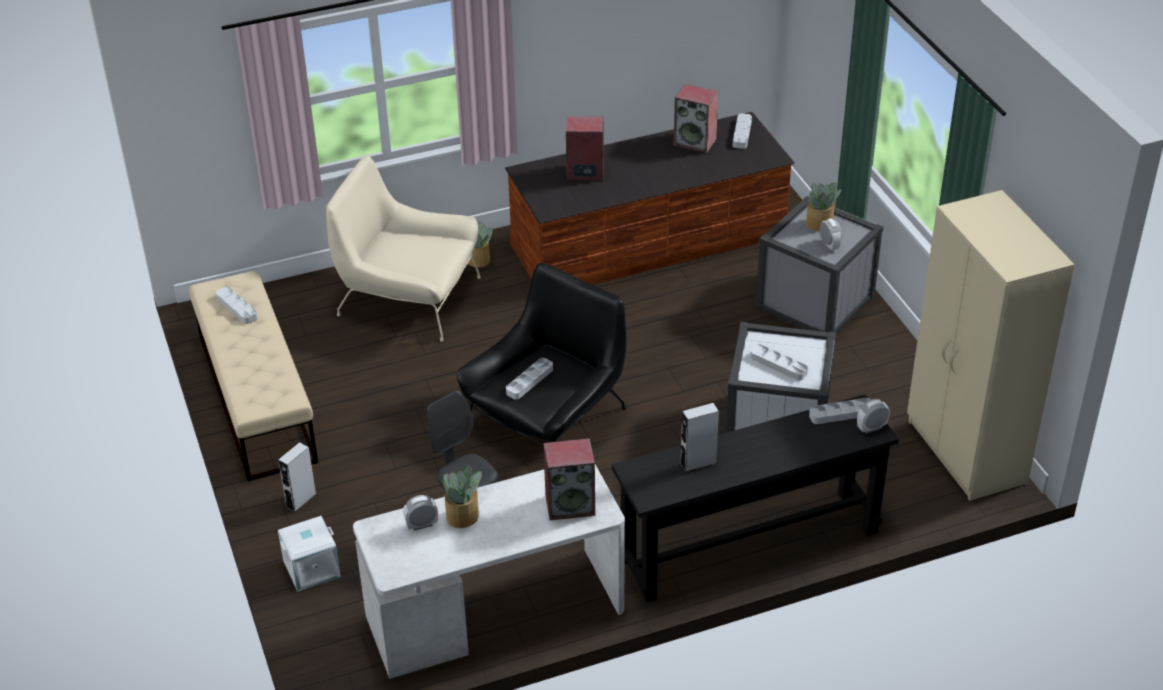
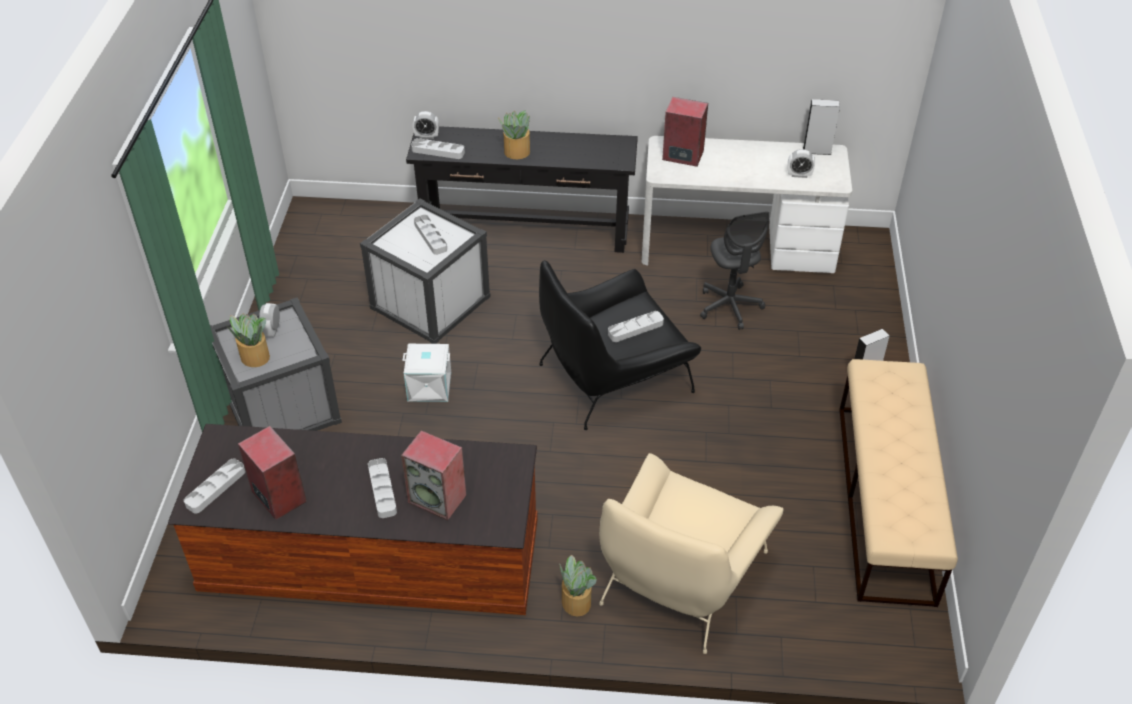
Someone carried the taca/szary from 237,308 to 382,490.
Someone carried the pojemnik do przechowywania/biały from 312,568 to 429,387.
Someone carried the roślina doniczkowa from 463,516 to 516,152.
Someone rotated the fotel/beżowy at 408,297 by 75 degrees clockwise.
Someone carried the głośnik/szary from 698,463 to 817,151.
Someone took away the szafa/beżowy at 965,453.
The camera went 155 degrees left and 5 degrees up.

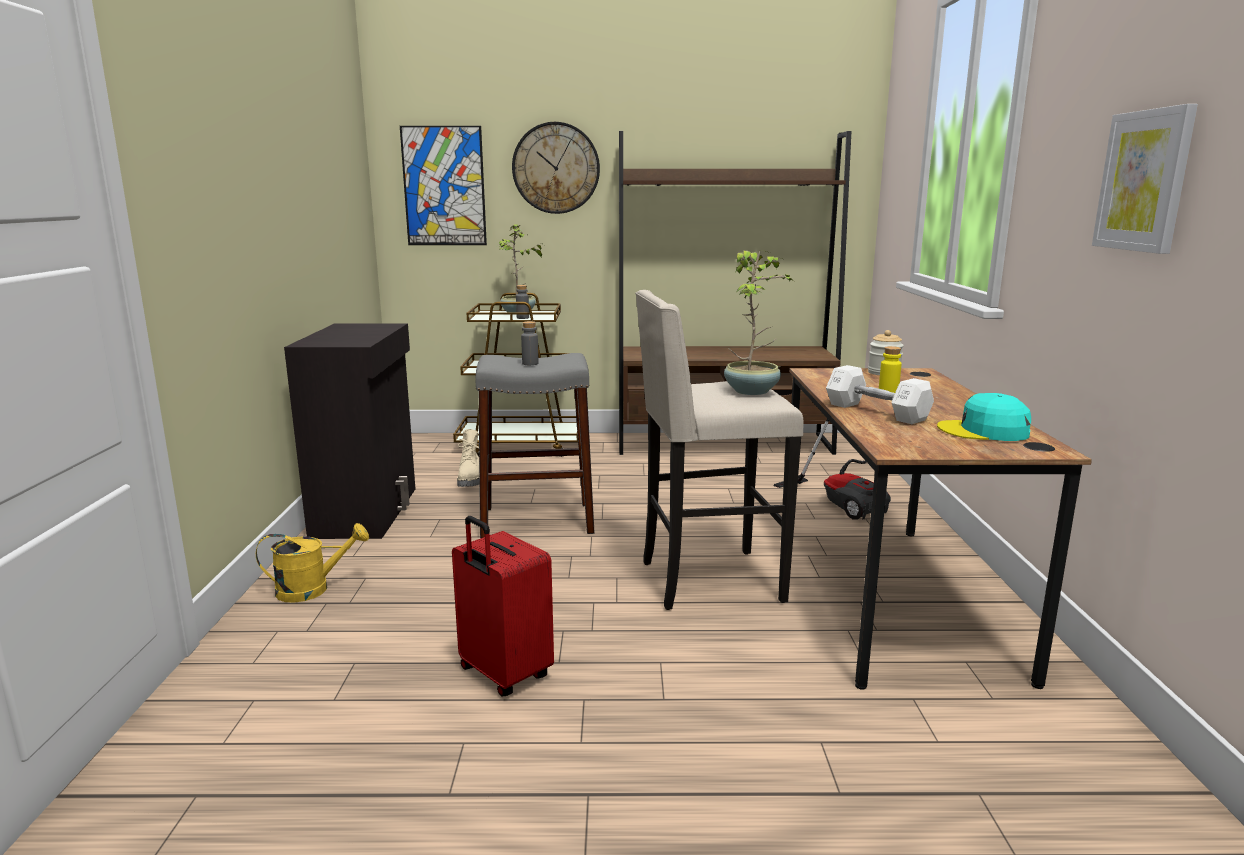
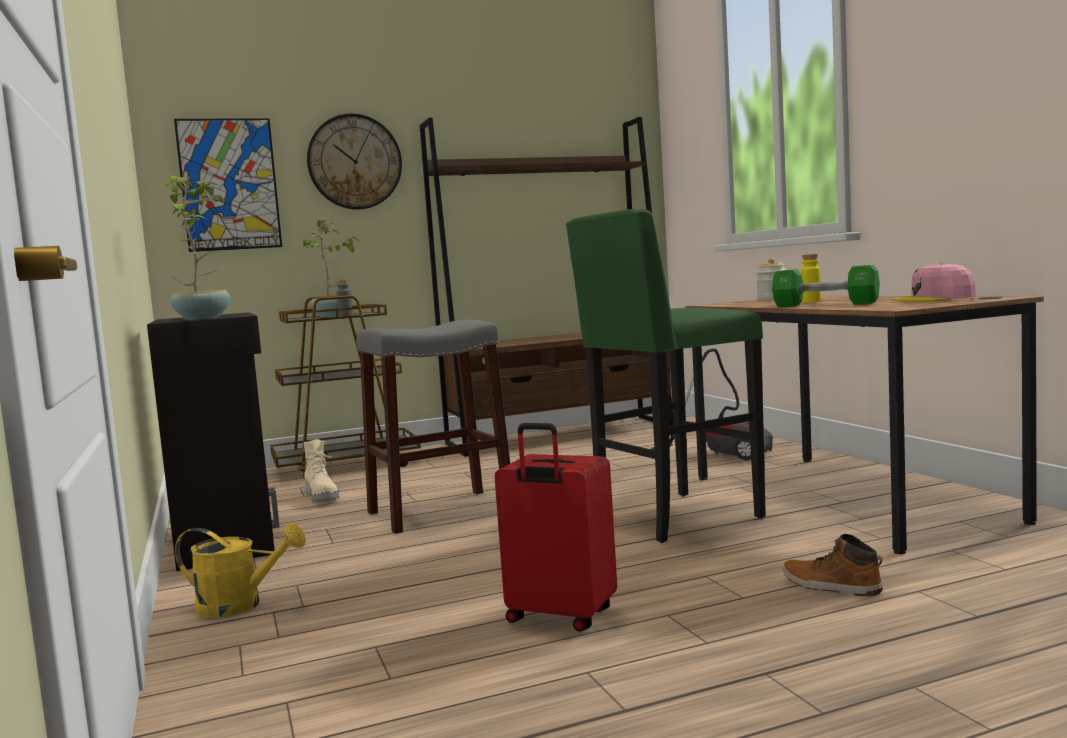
Someone carried the roślina doniczkowa from 752,391 to 204,318.
Someone rotated the konewka/żółty at 312,589 by 45 degrees clockwise.
Someone repainted the stołek/beżowy at 707,581, which became the stołek/zielony at 673,518.
Someone repainted the hantel/biały at 876,412, which became the hantel/zielony at 825,304.
Someone put down the but z cholewką at 830,586.
Someone repainted the czapka z daszkiem/turkusowy at 984,431, which became the czapka z daszkiem/różowy at 934,299.
Someone took away the butelka/szary at 530,363.
Someone took away the obraz at 1144,181.
The camera went 20 degrees left and 10 degrees down.

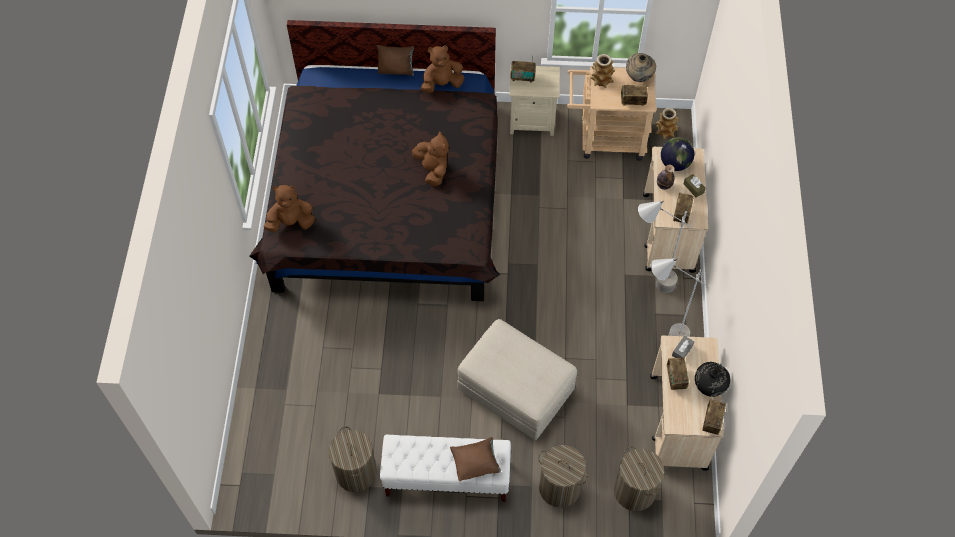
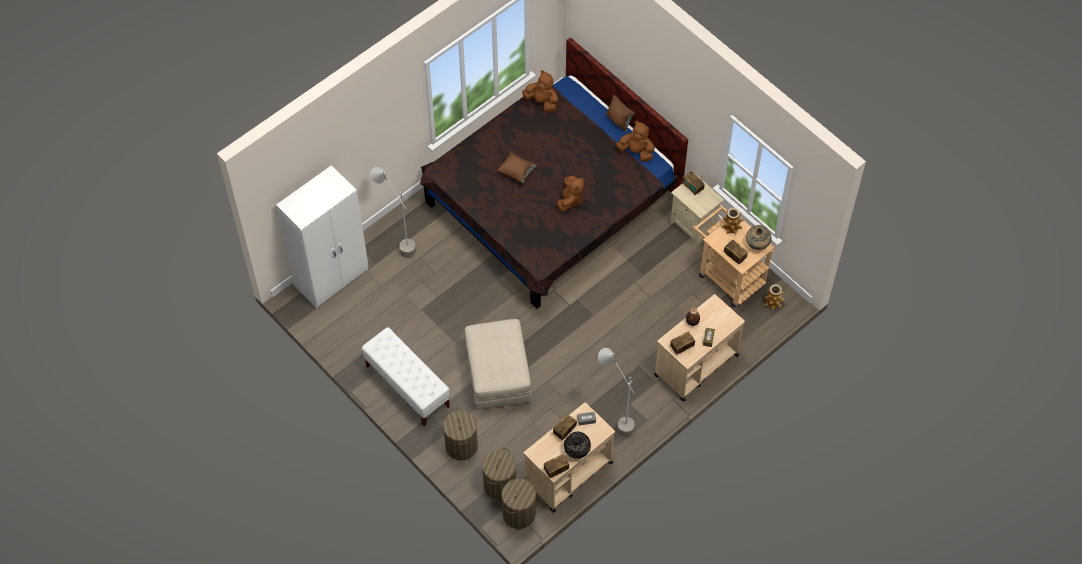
Someone put down the szafa/biały at 332,278.
Someone carried the lampa stojąca/szary from 649,285 to 397,243.
Someone carried the poduszka/brązowy from 475,463 to 517,172.
Someone carried the kosz na pranie from 356,472 to 519,513.
Someone carried the pluszak/brązowy from 291,222 to 542,102.
Someone took away the globus at 675,163.
The camera went 45 degrees right and 0 degrees up.

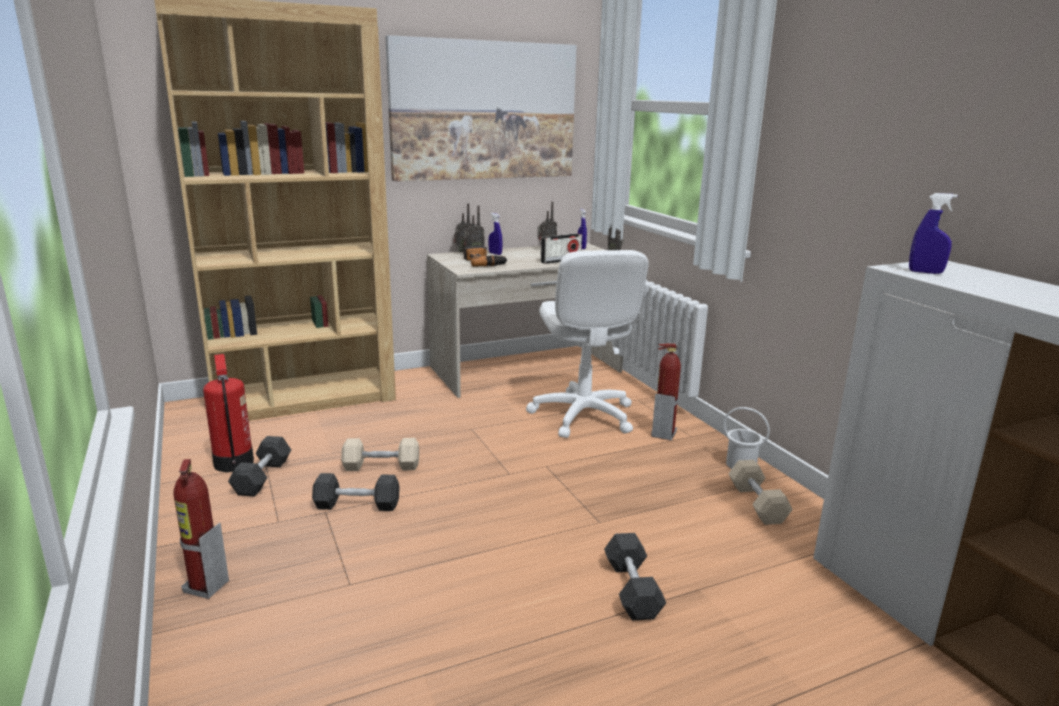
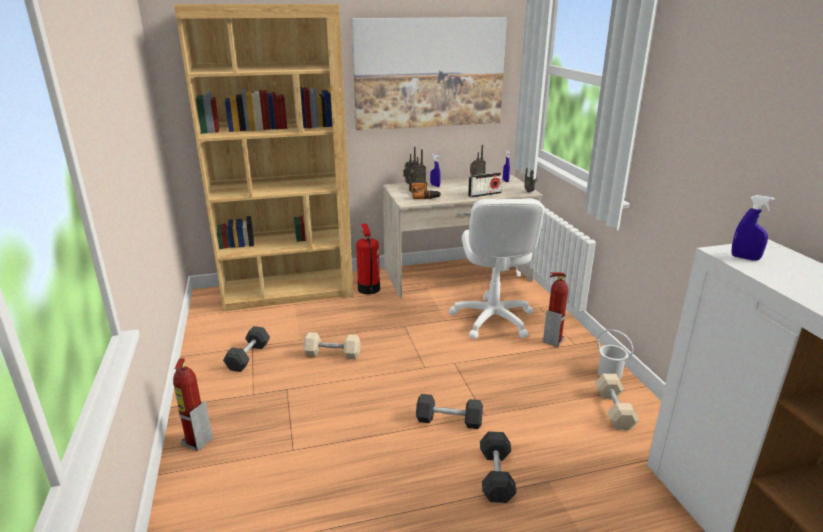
Someone carried the gaśnica from 234,462 to 368,289.
Someone carried the hantel/szary from 357,505 to 449,421.
The camera went 10 degrees right and 5 degrees up.

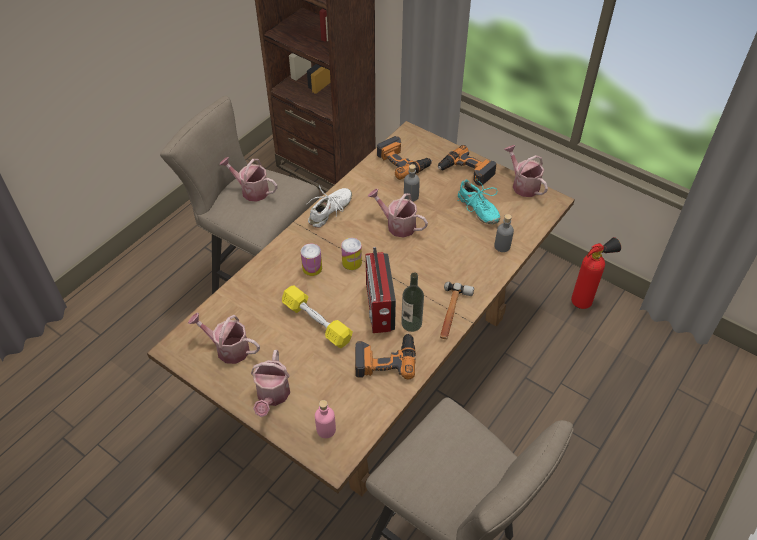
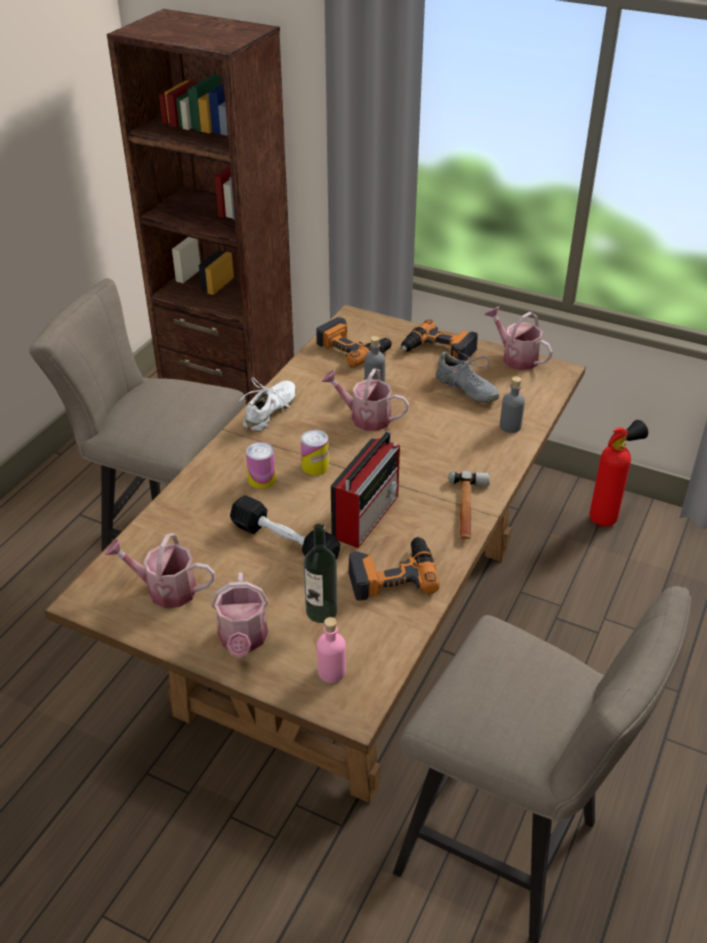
Someone repainted the hantel/żółty at 317,322, which became the hantel/czarny at 285,542.
Someone carried the butelka from 411,323 to 321,611.
Someone rotated the radio at 379,308 by 135 degrees counterclockwise.
Someone repainted the but/turkusowy at 478,209, which became the but/szary at 466,390.
Someone took away the konewka at 251,190.
The camera went 10 degrees left and 10 degrees down.

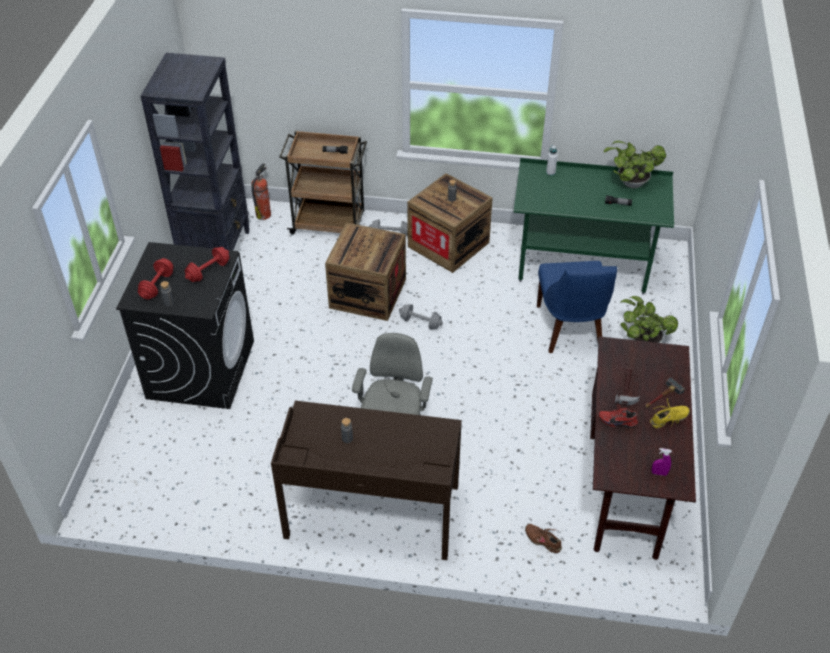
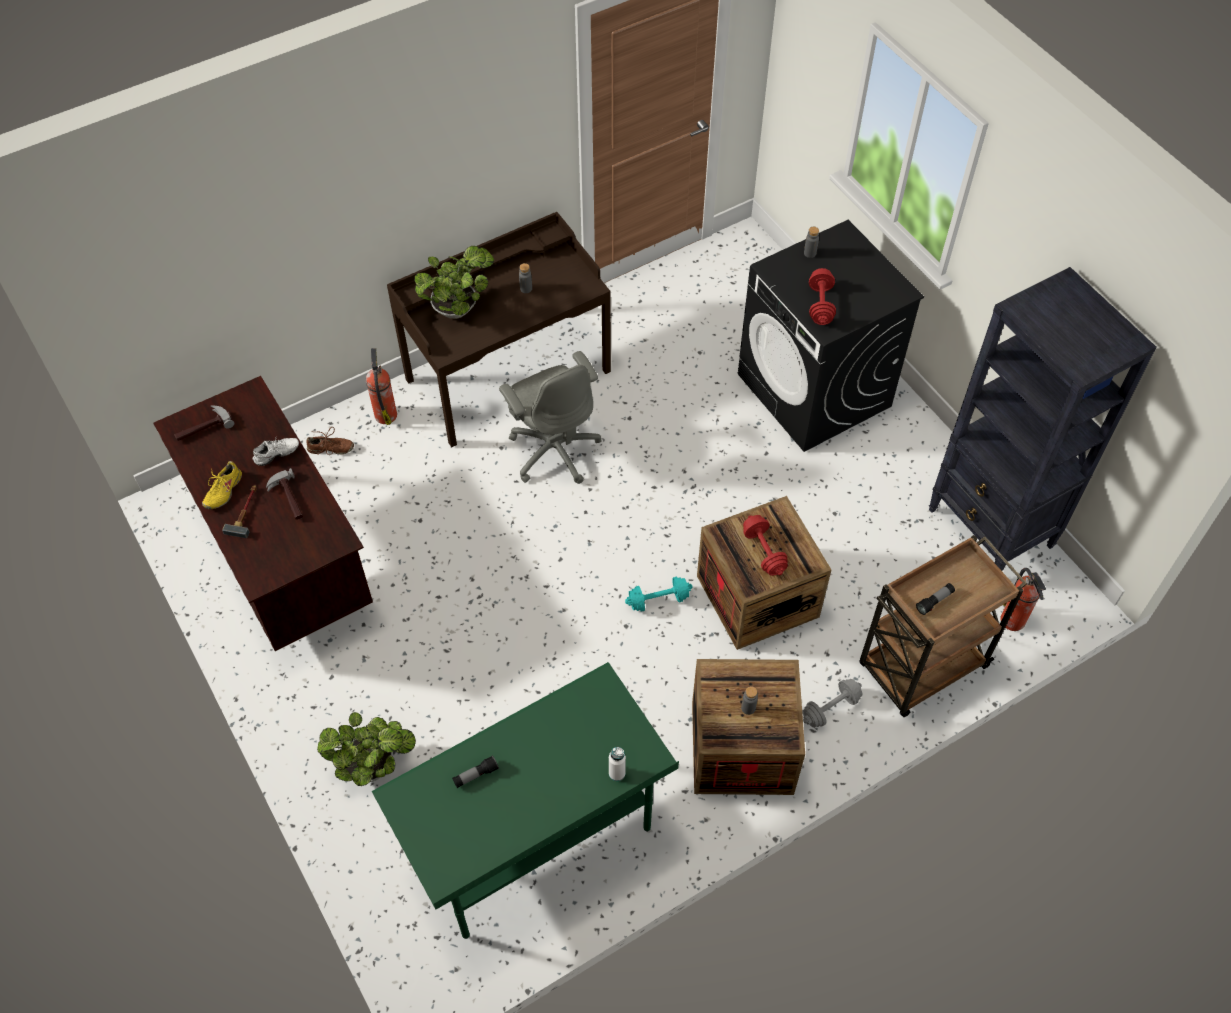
Someone swapped the spryskiwacz/fioletowy at 659,473 for the młotek at 203,427.
Someone repainted the but/czerwony at 617,420, which became the but/biały at 277,456.
Someone put down the gaśnica at 385,414.
Someone carried the roślina doniczkowa from 629,183 to 458,308.
Someone repainted the hantel/szary at 420,322, which became the hantel/turkusowy at 658,600.
Someone carried the hantel/czerwony from 157,286 to 763,552.
Someone took away the krzesło/niebieski at 570,330.
The camera went 140 degrees right and 10 degrees up.

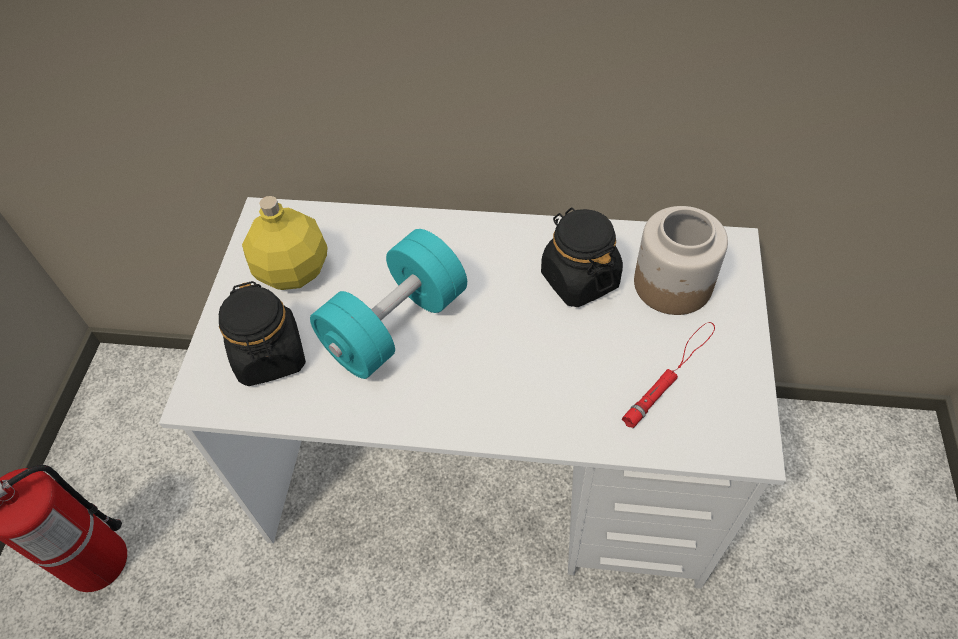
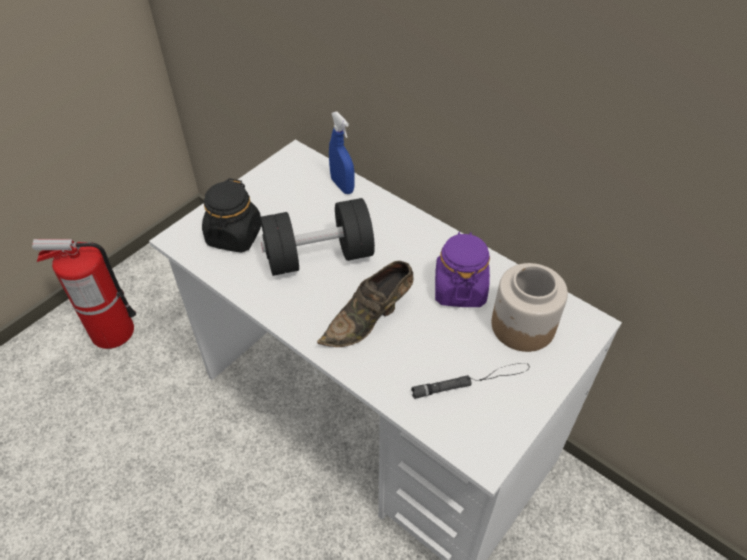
Someone repainted the hantel/turkusowy at 395,325, which became the hantel/czarny at 319,256.
Someone put down the but/brązowy at 370,320.
Someone put down the spryskiwacz/niebieski at 342,186.
Someone repainted the latarka/czerwony at 671,373, which became the latarka/czarny at 471,381.
Someone repainted the słoik/czarny at 579,279, which became the słoik/fioletowy at 459,289.
Someone took away the butelka/żółty at 293,270.
The camera went 30 degrees right and 5 degrees down.

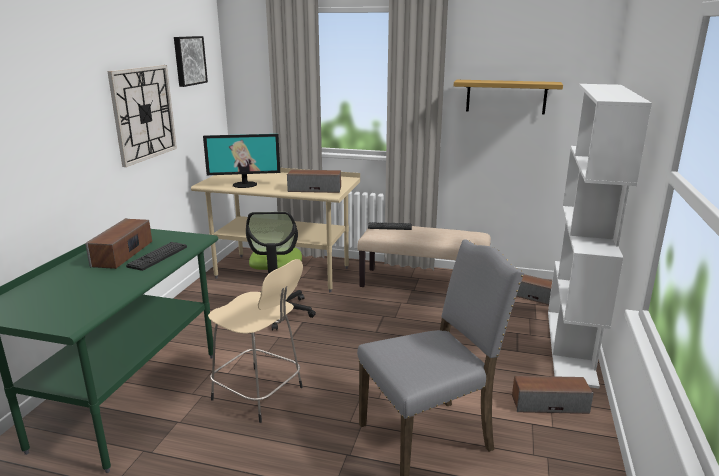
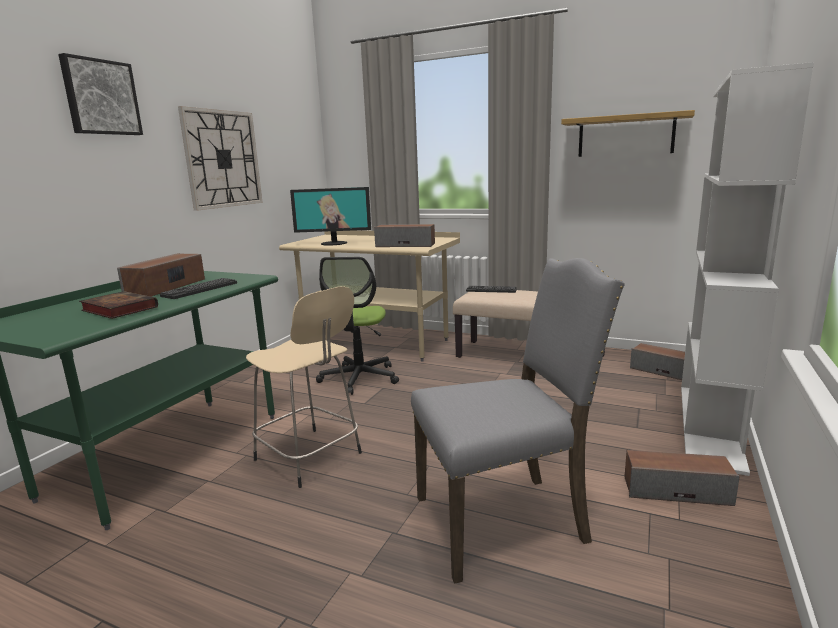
Someone carried the obraz from 189,60 to 100,97.
Someone put down the książka at 117,309.
The camera went 10 degrees right and 5 degrees down.

